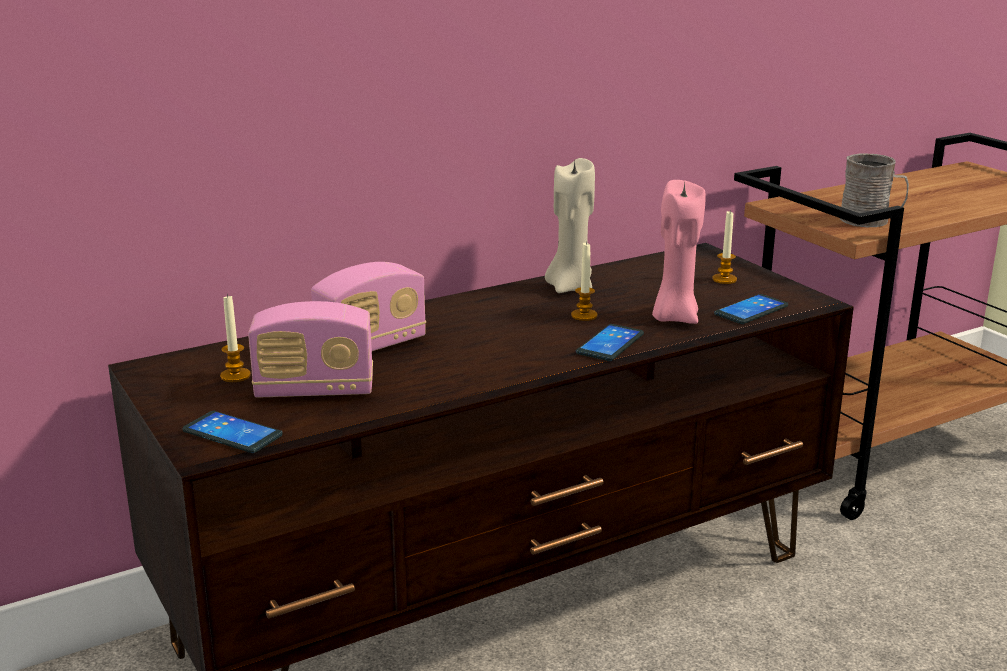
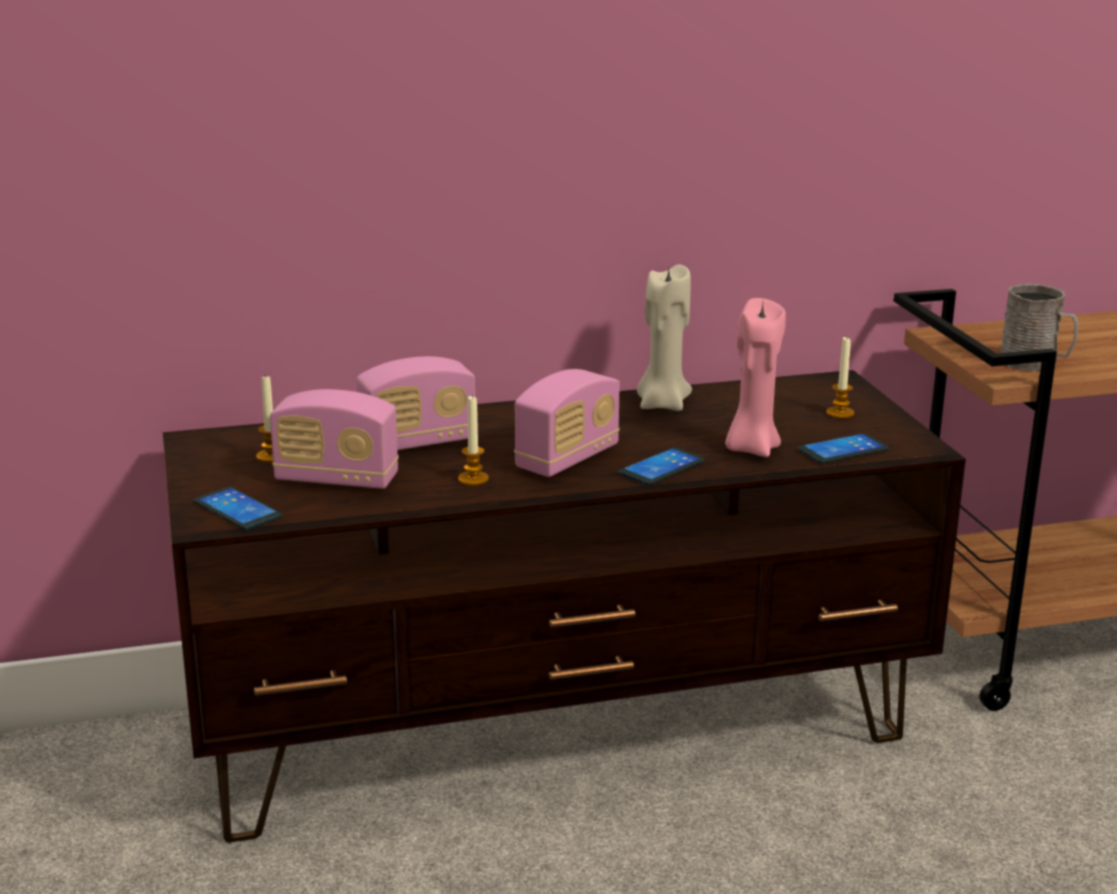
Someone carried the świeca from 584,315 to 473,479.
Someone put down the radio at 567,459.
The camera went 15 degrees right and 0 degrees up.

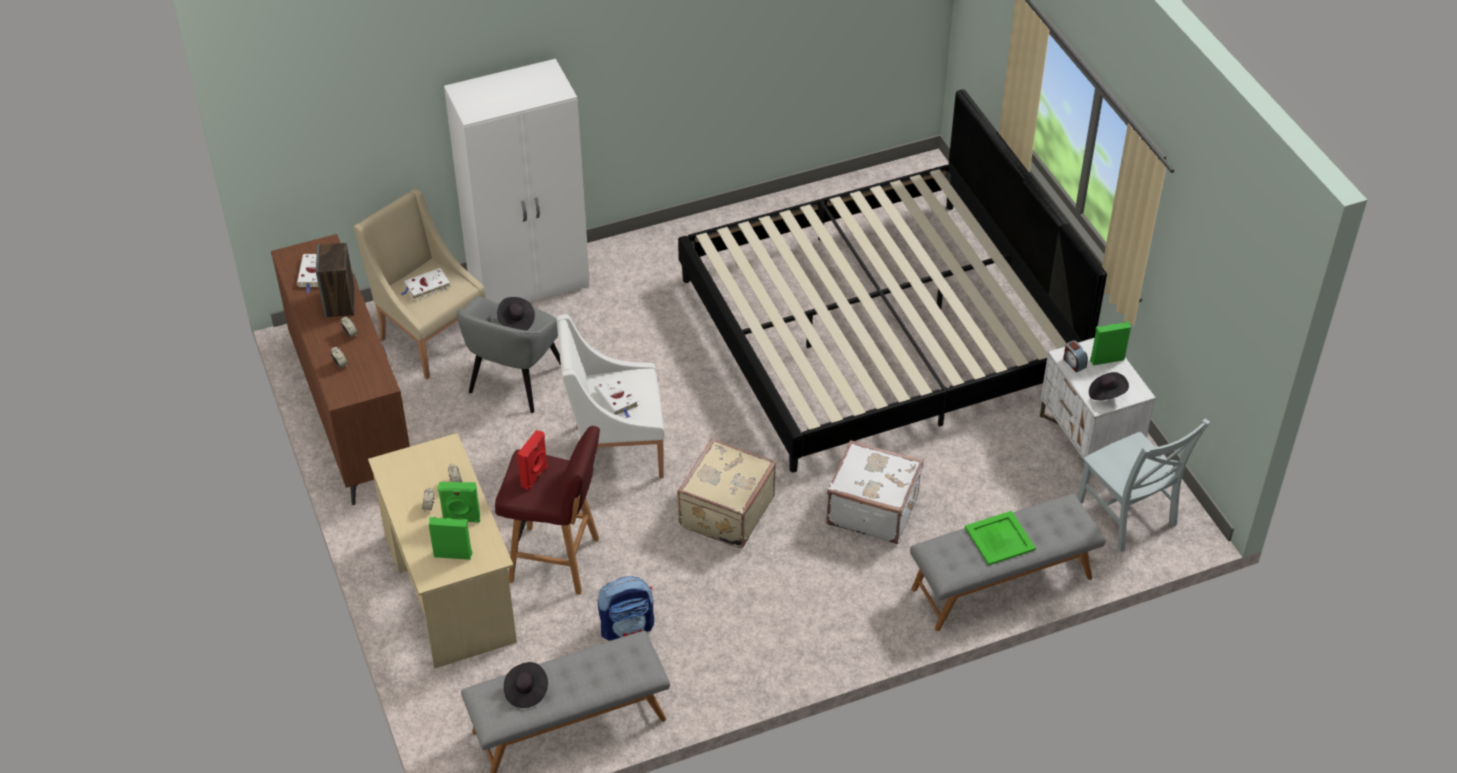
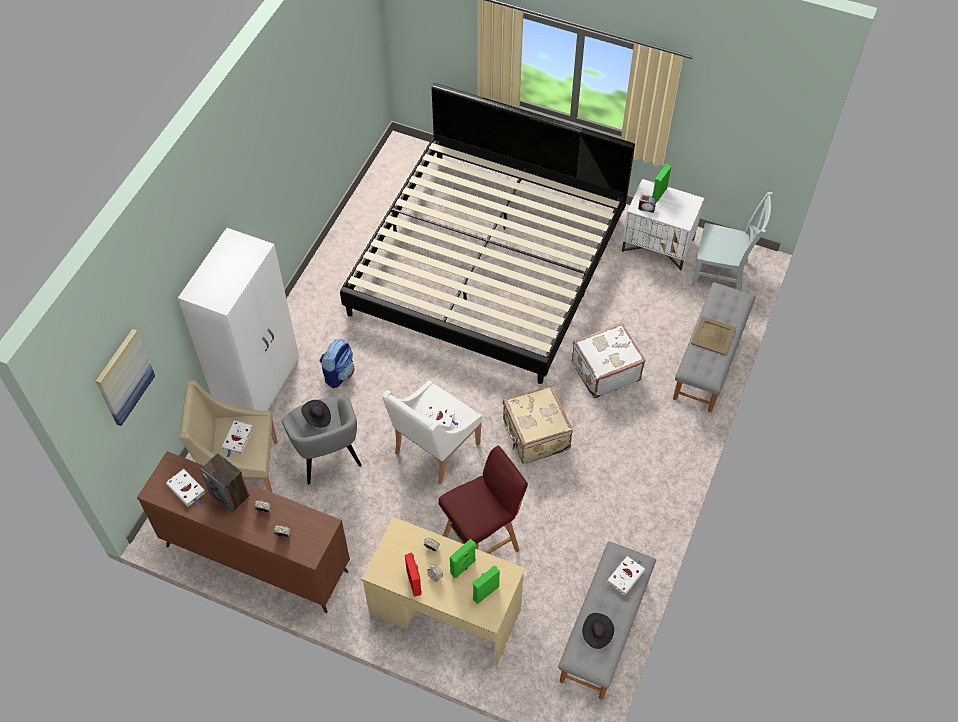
Someone put up the obraz at 124,377.
Someone carried the plecak from 627,627 to 339,373.
Someone carried the głośnik/czerwony from 535,477 to 414,582.
Someone put down the książka/biały at 626,575.
Someone repainted the taca/zielony at 1000,538, which became the taca/beżowy at 713,335.
Someone took away the kapelusz/czarny at 1106,394.
The camera went 45 degrees left and 10 degrees up.

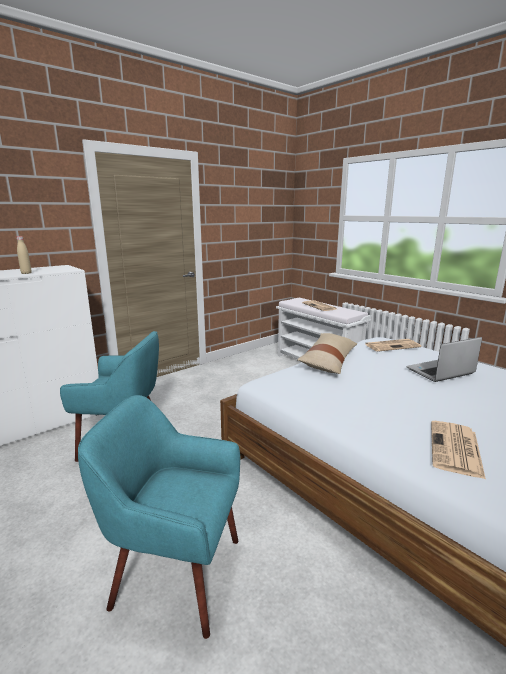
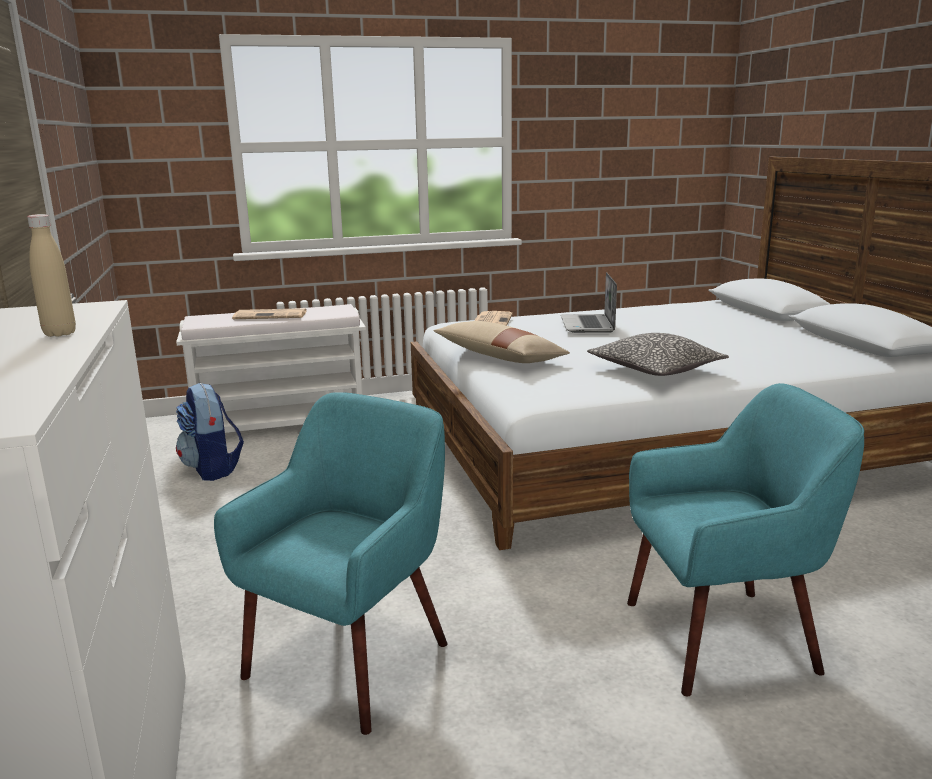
Someone put down the plecak at 212,469.
Someone put down the poduszka at 655,370.
Someone rotated the fotel/turkusowy at 176,573 by 135 degrees counterclockwise.
Someone took away the gazeta at 456,449.
The camera went 65 degrees left and 0 degrees up.

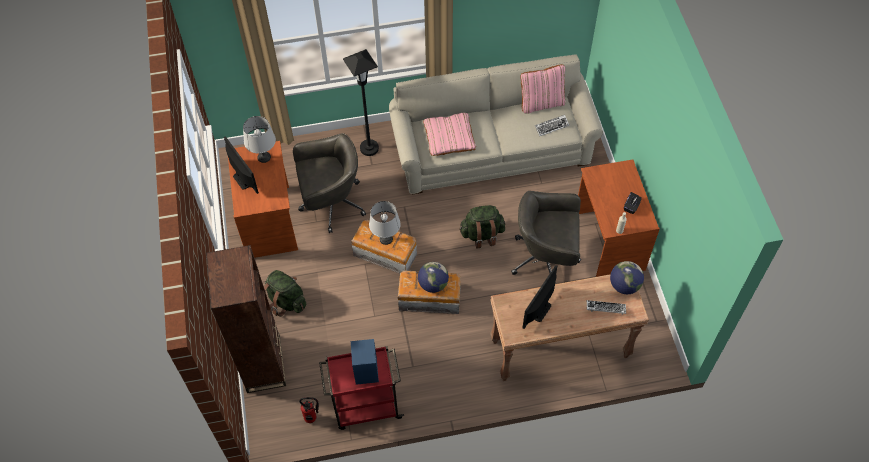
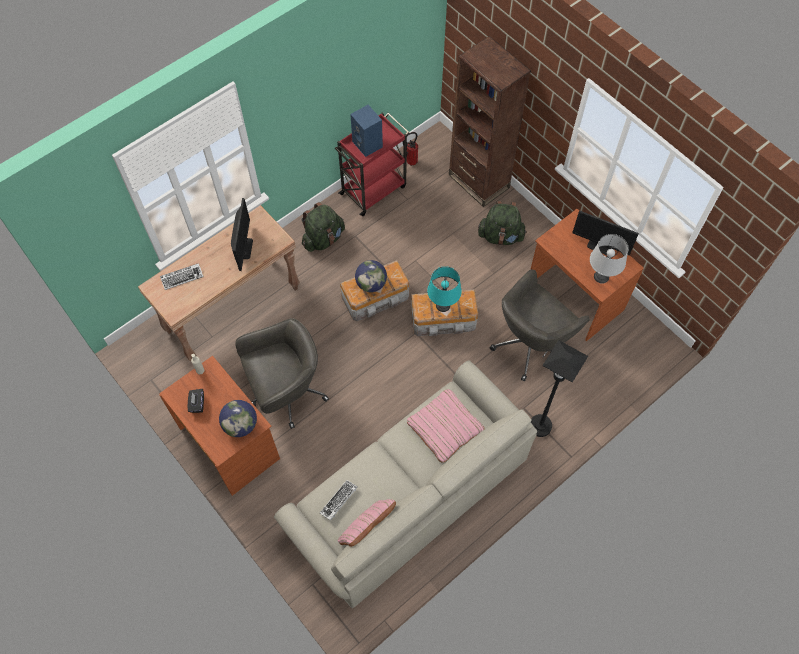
Someone carried the globus from 624,285 to 240,425.
Someone carried the plecak/zielony from 482,234 to 323,239.
Someone repainted the lampa stołowa/szary at 386,239, which became the lampa stołowa/turkusowy at 442,305.
The camera went 150 degrees right and 5 degrees up.

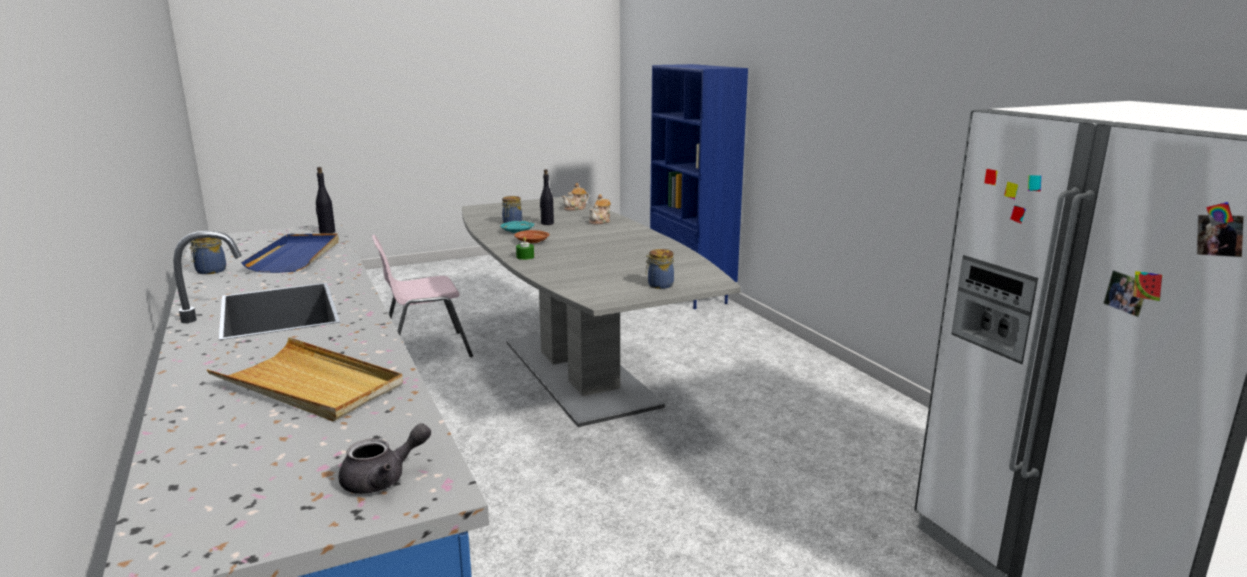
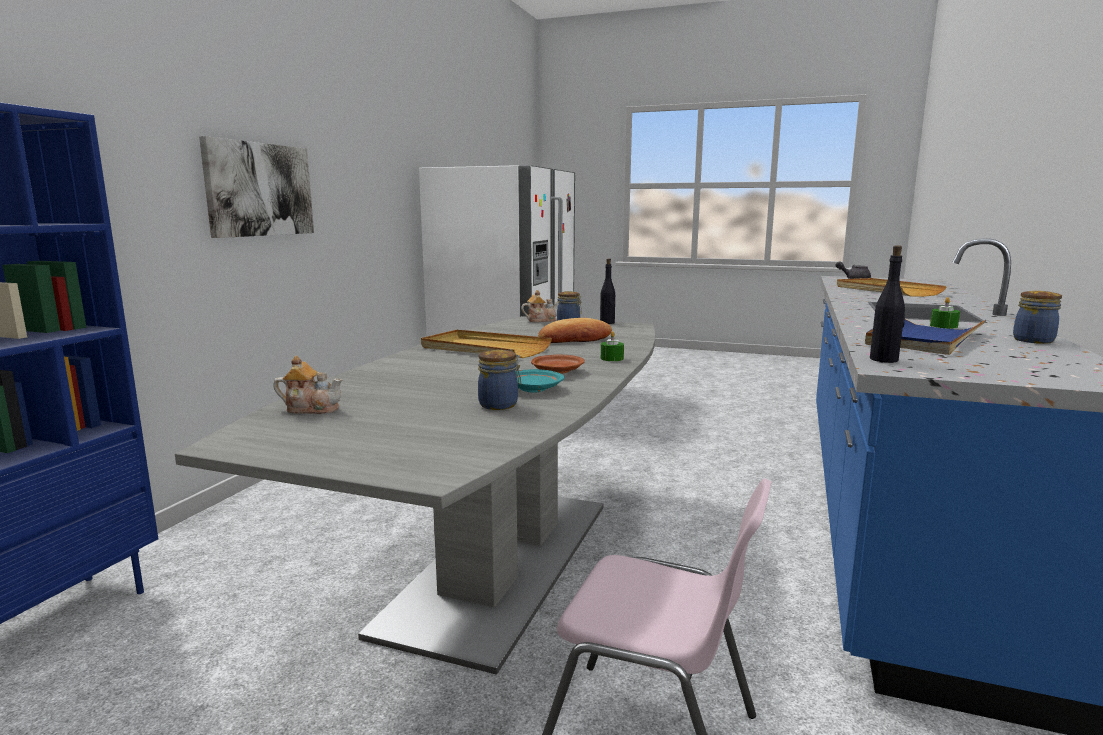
Someone put up the obraz at 259,189.
Someone put down the taca/beżowy at 484,348.
Someone carried the imbryk from 600,221 to 541,320.
Someone put down the chleb at 574,339.
Someone carried the butelka/czarny from 547,223 to 607,323.
Someone put down the świeca/zielony at 943,326.
The camera went 135 degrees left and 5 degrees down.

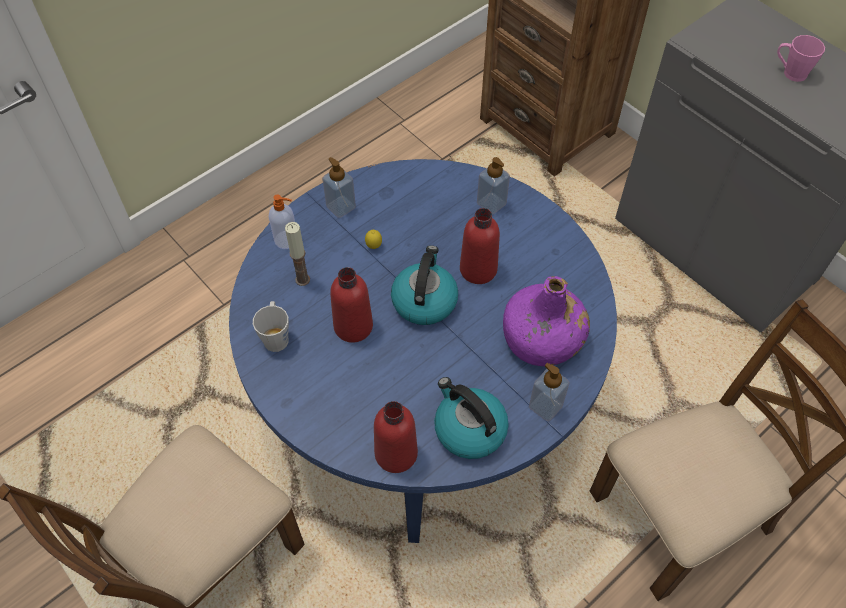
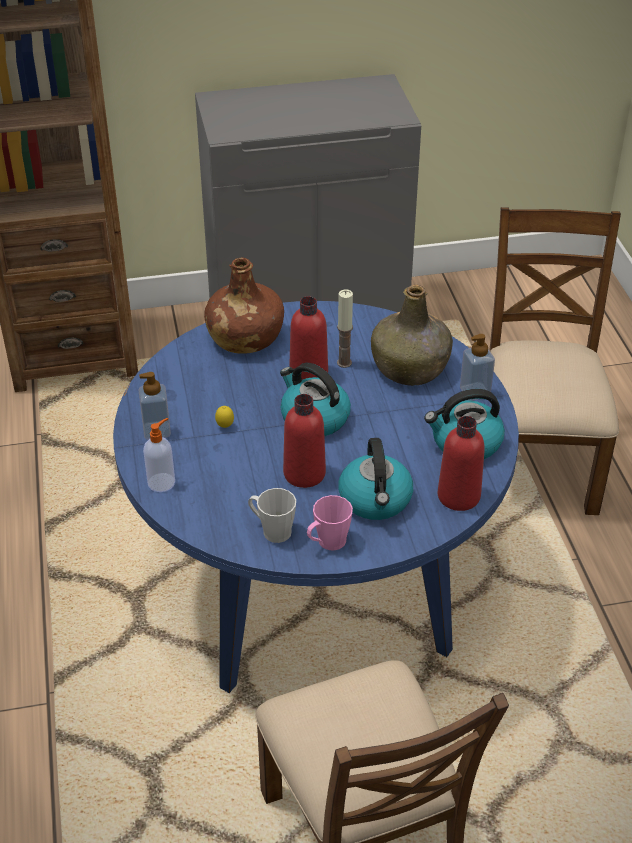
Someone swapped the dozownik mydła at 491,203 for the butelka/brązowy at 244,337.
Someone carried the kubek/różowy from 790,72 to 327,542.
Someone carried the świeca from 302,279 to 344,363.
Someone put down the czajnik at 376,500.
Someone repainted the butelka/fioletowy at 542,340, which became the butelka/zielony at 411,367.
The camera went 60 degrees left and 15 degrees down.

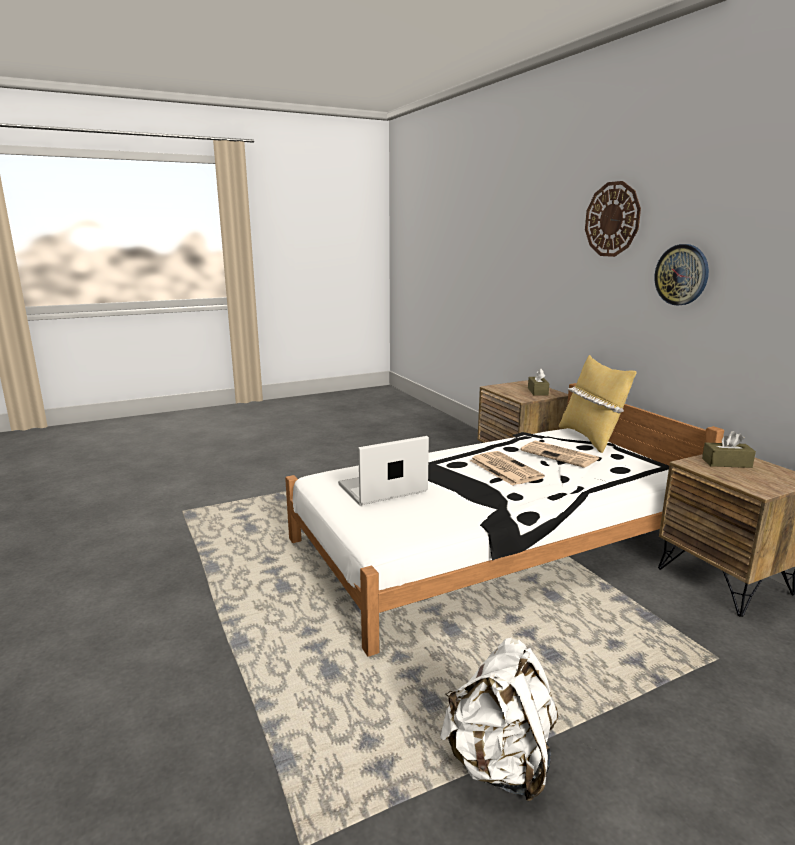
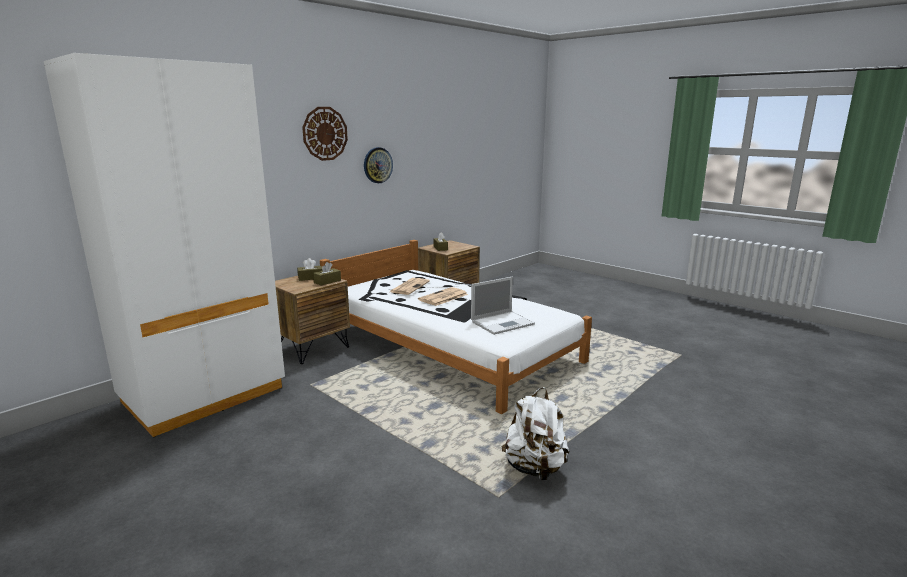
Someone put down the szafa/biały at 204,395.
Someone put down the pudełko chusteczek/brązowy at 327,281.
Someone rotated the laptop at 381,489 by 75 degrees counterclockwise.
Someone carried the plecak/biały from 500,764 to 535,468.
Someone took away the poduszka/żółty at 590,438.
The camera went 110 degrees left and 0 degrees up.

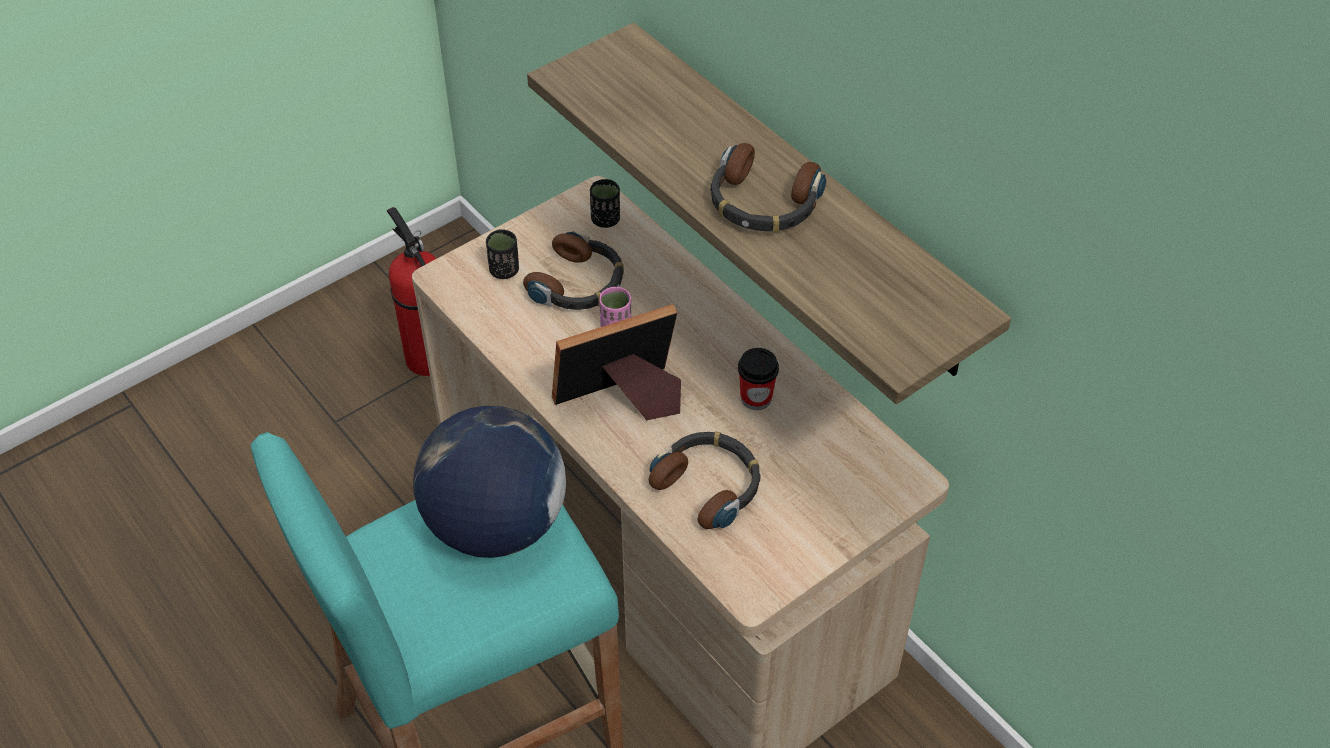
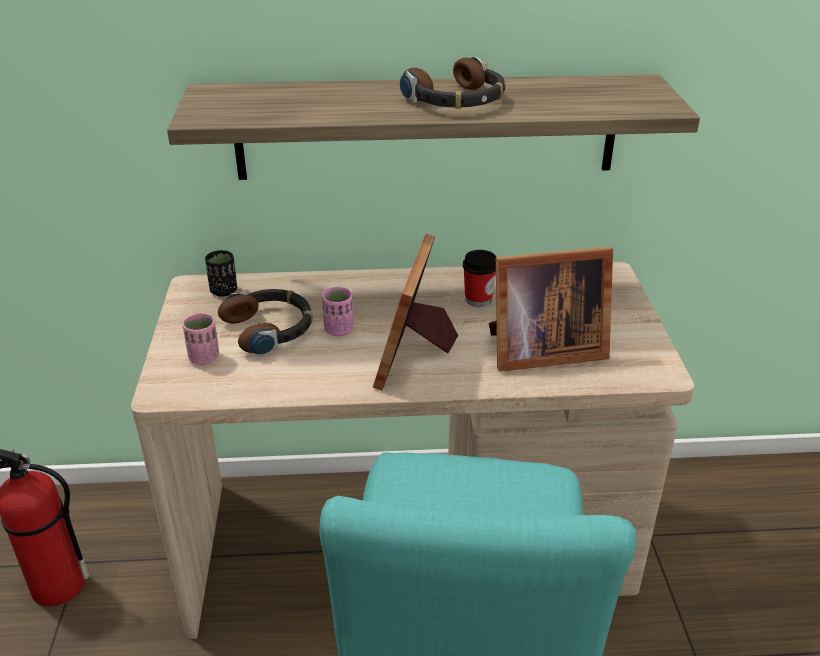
Someone repainted the filiżanka/czarny at 504,271, which became the filiżanka/różowy at 204,358.
Someone swapped the słuchawki at 709,484 for the ramka na zdjęcie at 540,350.
Someone took away the globus at 495,525.
The camera went 55 degrees left and 15 degrees down.

